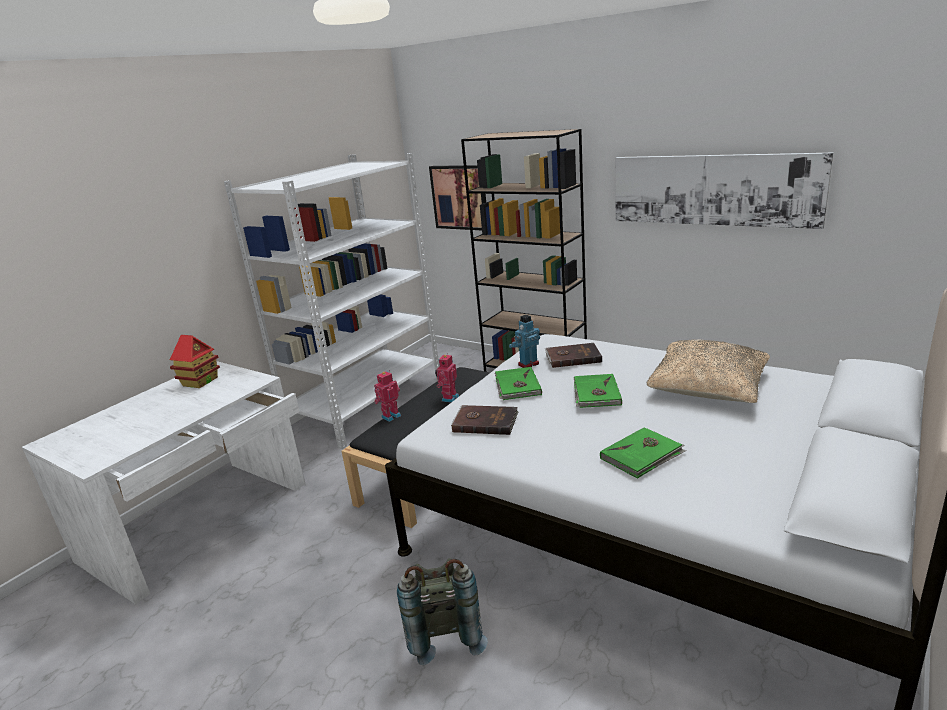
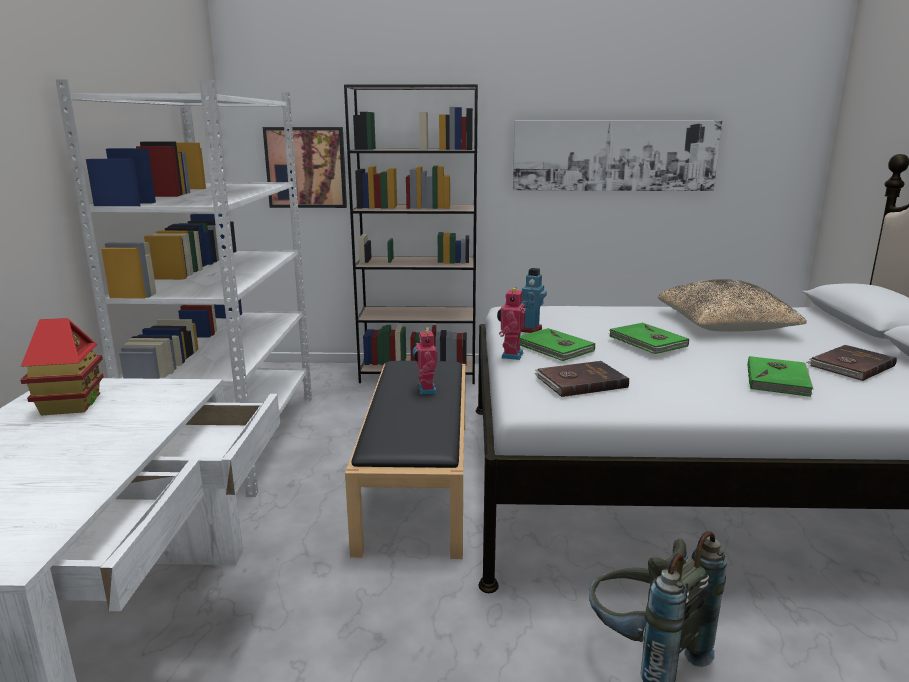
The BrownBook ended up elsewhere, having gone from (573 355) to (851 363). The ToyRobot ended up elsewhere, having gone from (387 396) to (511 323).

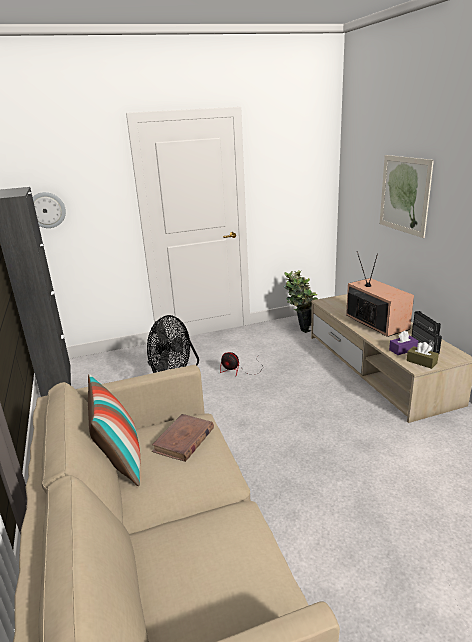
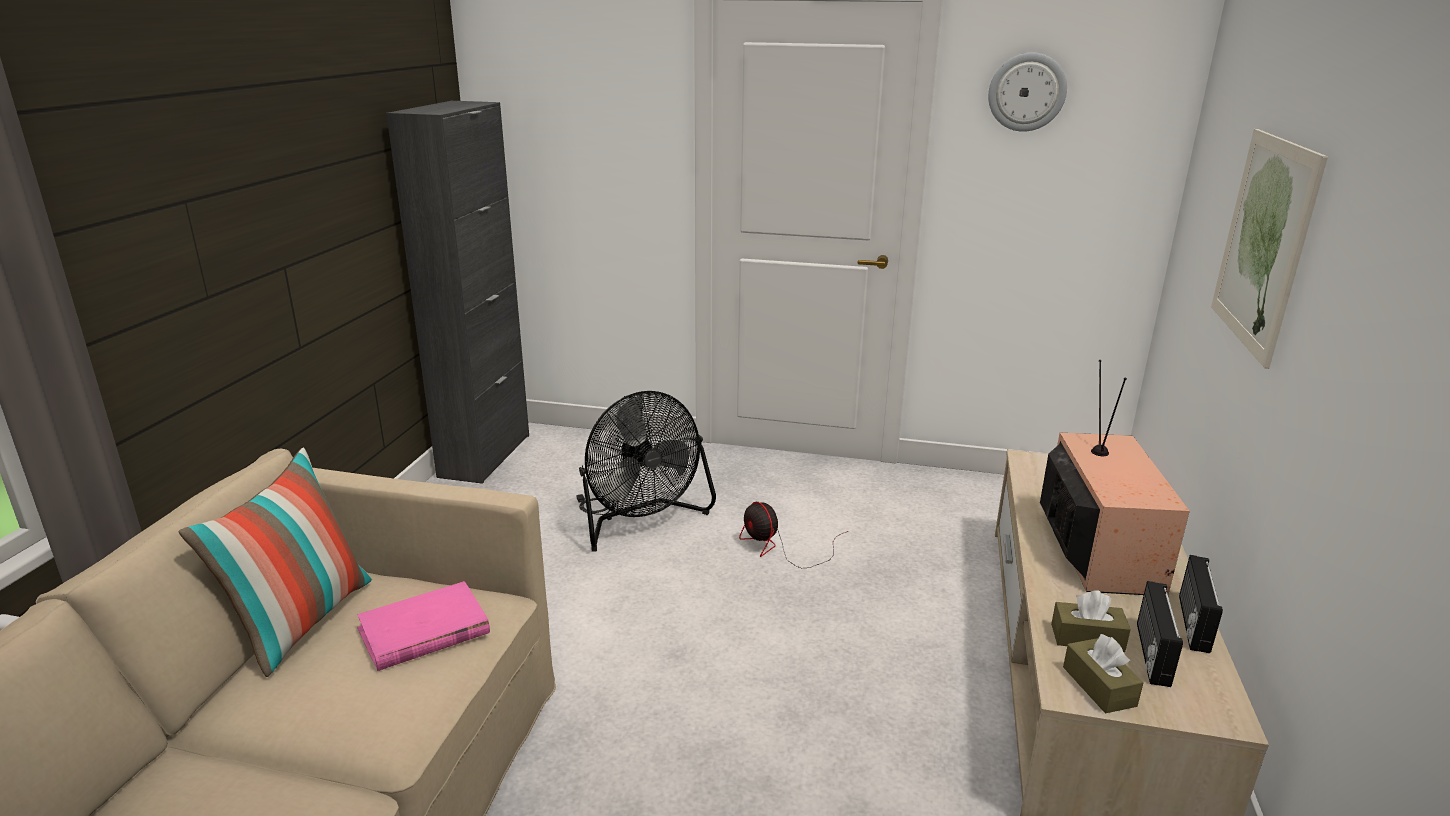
The WallClock ended up elsewhere, having gone from (49 210) to (1027 92). The second view lost the PottedPlant at (300 301). What was the PurpleTissueBox at (403 343) turned into the BrownTissueBox at (1091 621). What was the BrownBook at (183 438) turned into the PinkBook at (423 626).

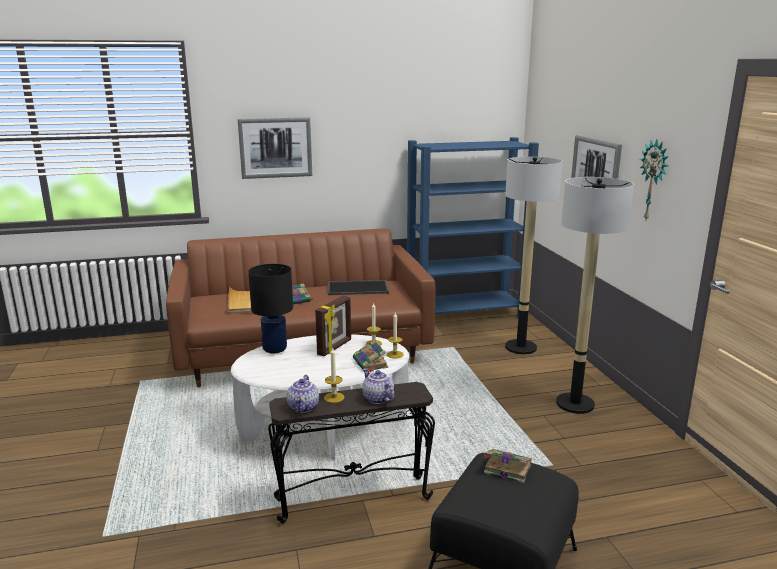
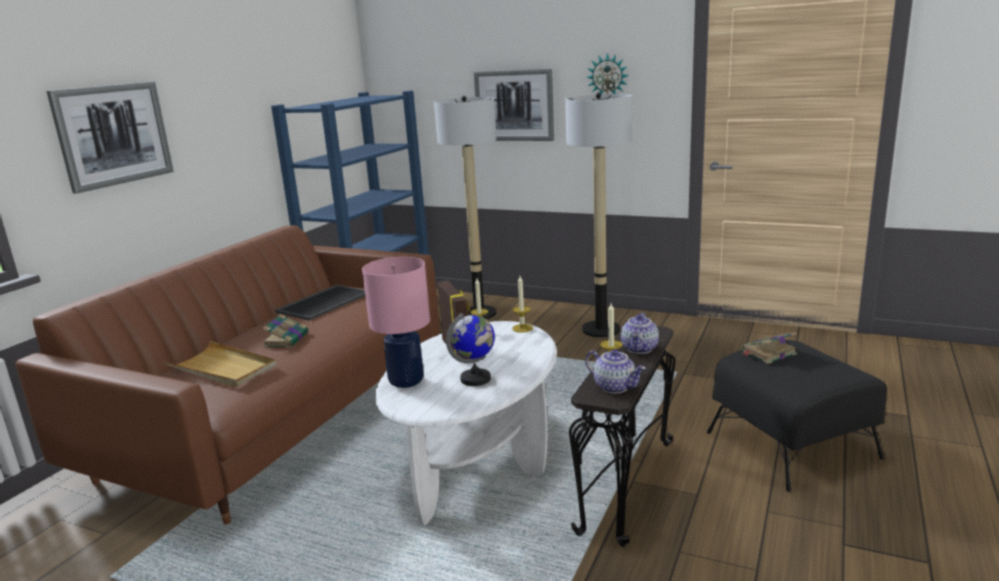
What was the BlackTableLamp at (270 309) turned into the PinkTableLamp at (396 322). The second view lost the Book at (370 356). The Teapot at (378 386) ended up facing another way, 75 degrees counterclockwise from before. The second view gained the Globe at (470 349).

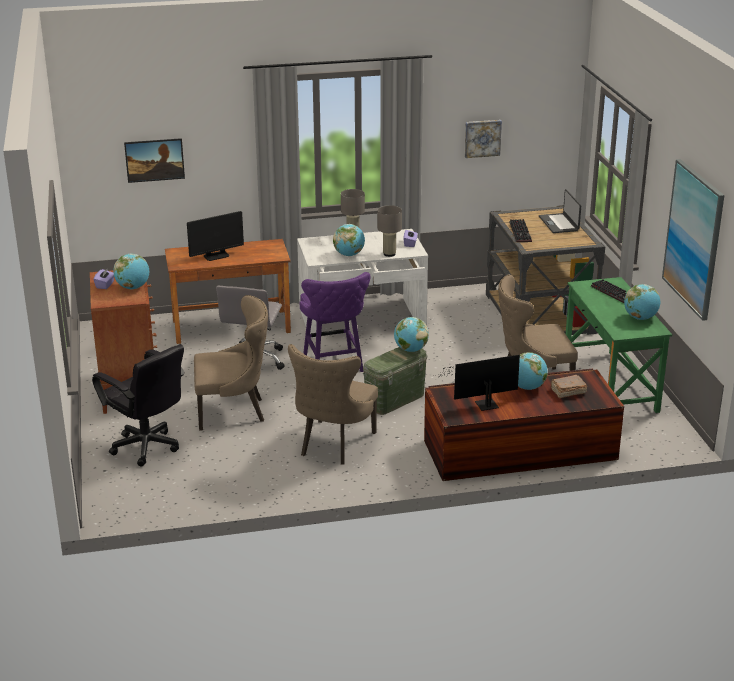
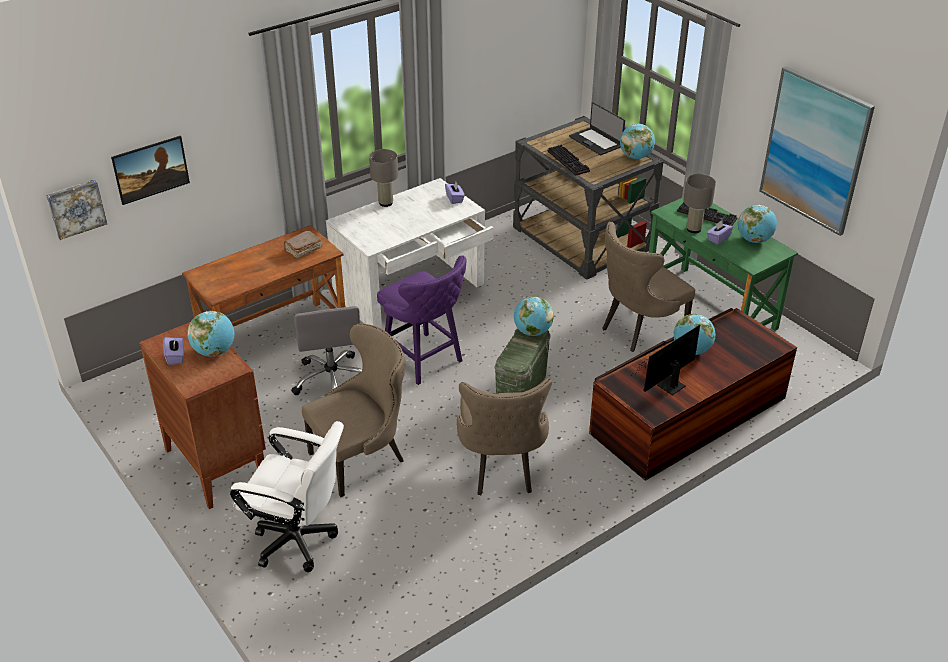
The Picture ended up elsewhere, having gone from (483 139) to (76 209). The GreyTableLamp ended up elsewhere, having gone from (389 231) to (699 203). The second view lost the Monitor at (215 236). The Globe ended up elsewhere, having gone from (349 240) to (637 141). What was the BlackOfficeChair at (138 405) turned into the WhiteOfficeChair at (287 496). The BrownBook ended up elsewhere, having gone from (568 386) to (303 245). The second view gained the PurpleTissueBox at (720 233).

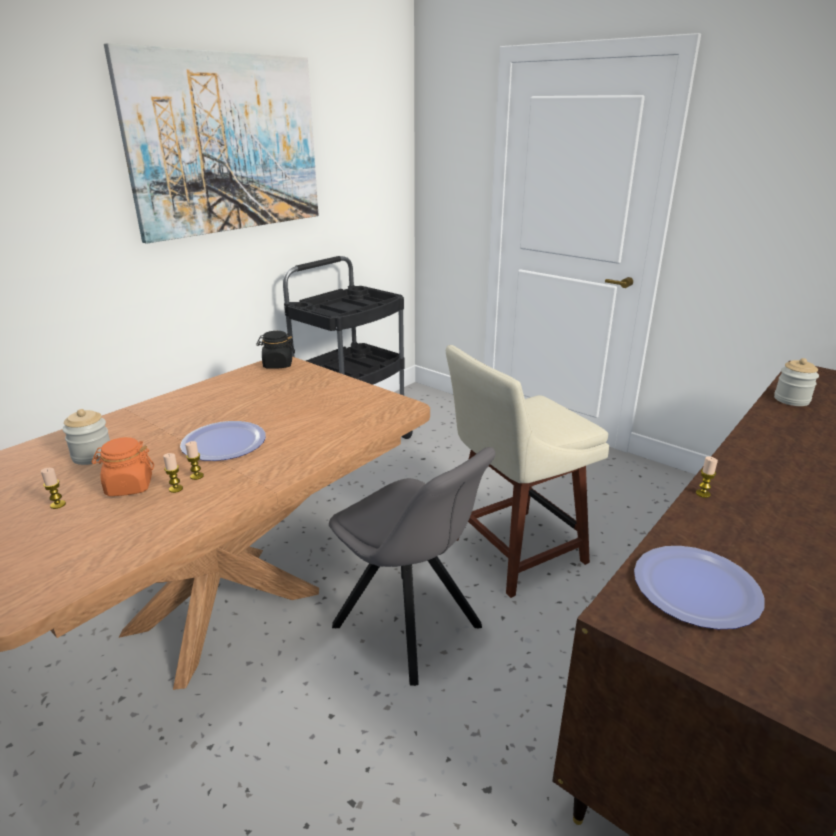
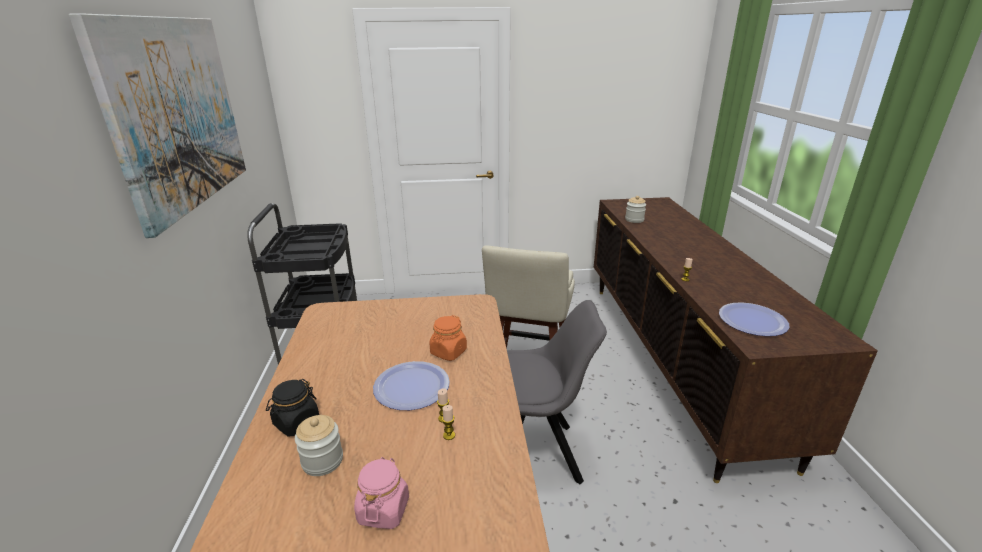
The BlackJar ended up elsewhere, having gone from (275 350) to (292 408). The OrangeJar ended up elsewhere, having gone from (123 466) to (448 338). Where the Candle stood at (53 488), the PinkJar came to stand at (381 493).

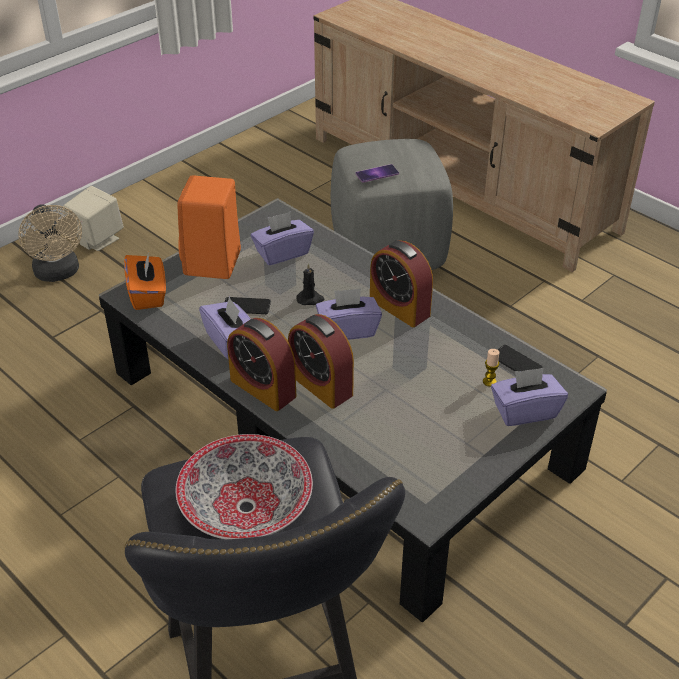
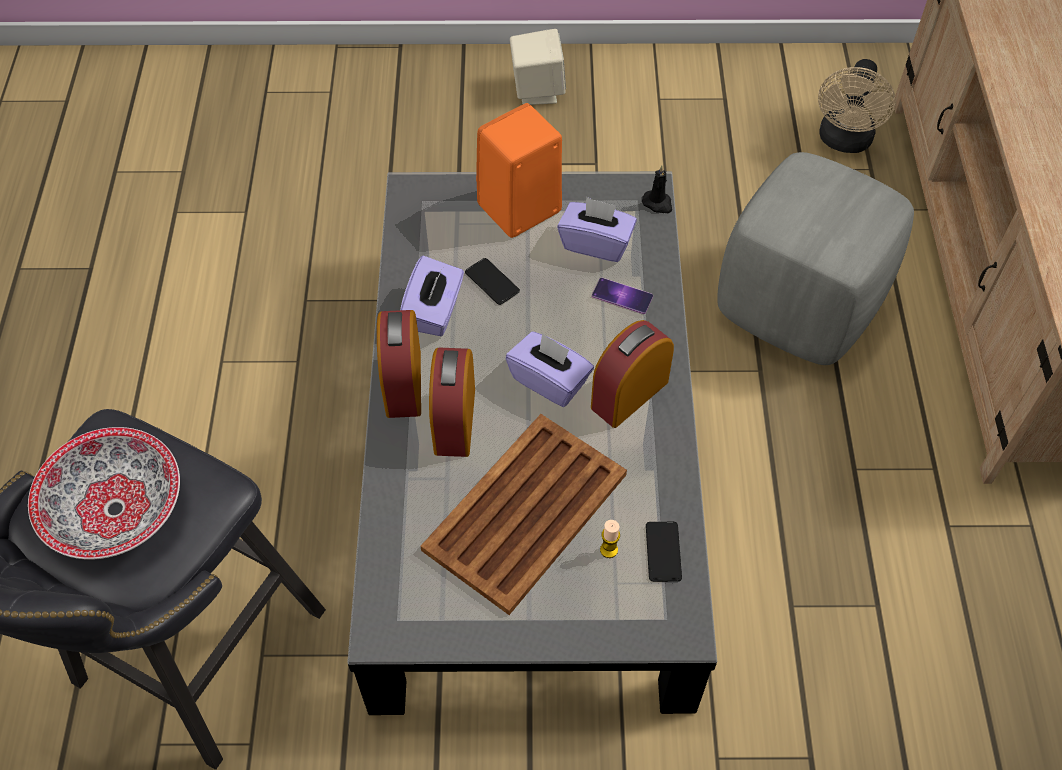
The Phone ended up elsewhere, having gone from (377 173) to (622 296). The BeigeFan ended up elsewhere, having gone from (50 243) to (857 106). The AlarmClock at (401 283) ended up facing another way, 45 degrees clockwise from before. The second view lost the OrangeTissueBox at (145 281). The BlackCandle ended up elsewhere, having gone from (310 284) to (657 189). The second view lost the PurpleTissueBox at (529 397). The second view gained the BrownTray at (523 514).

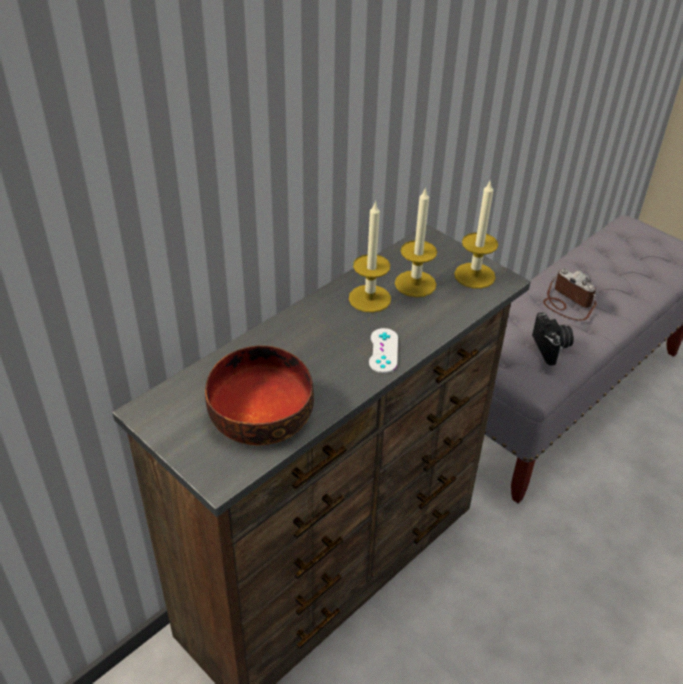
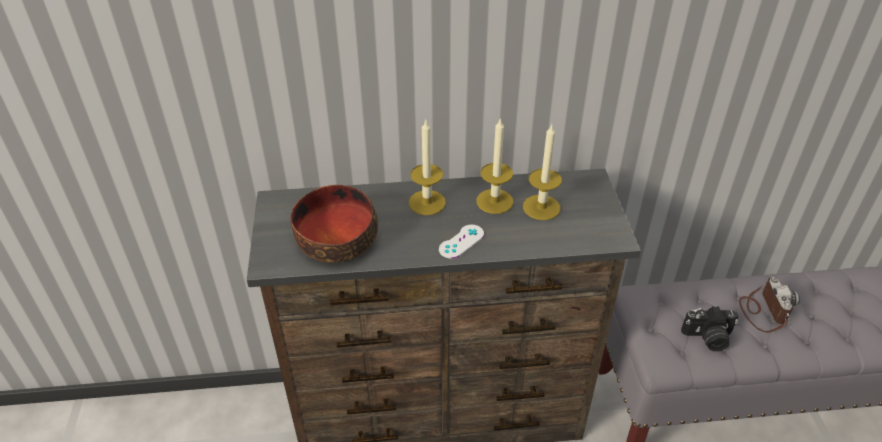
The Candle ended up elsewhere, having gone from (476 235) to (427 167). The PhotoCamera at (553 339) ended up facing another way, 60 degrees clockwise from before.

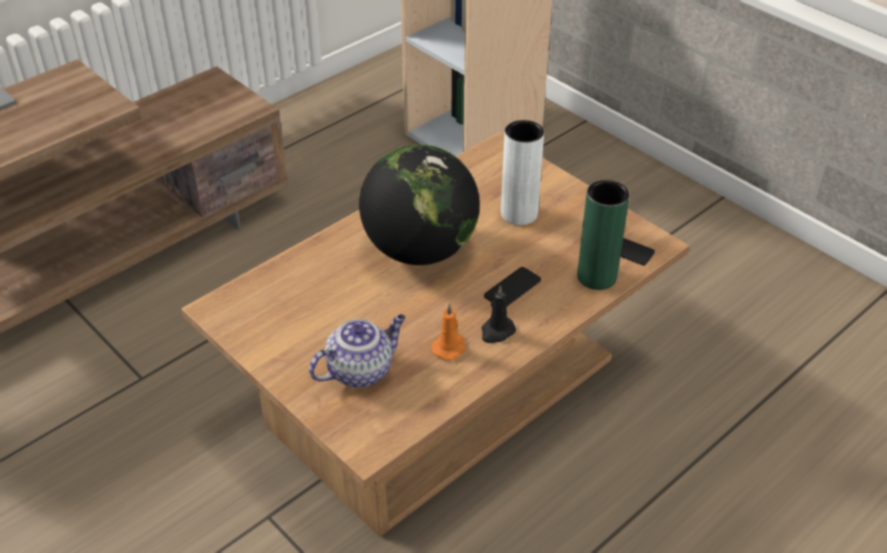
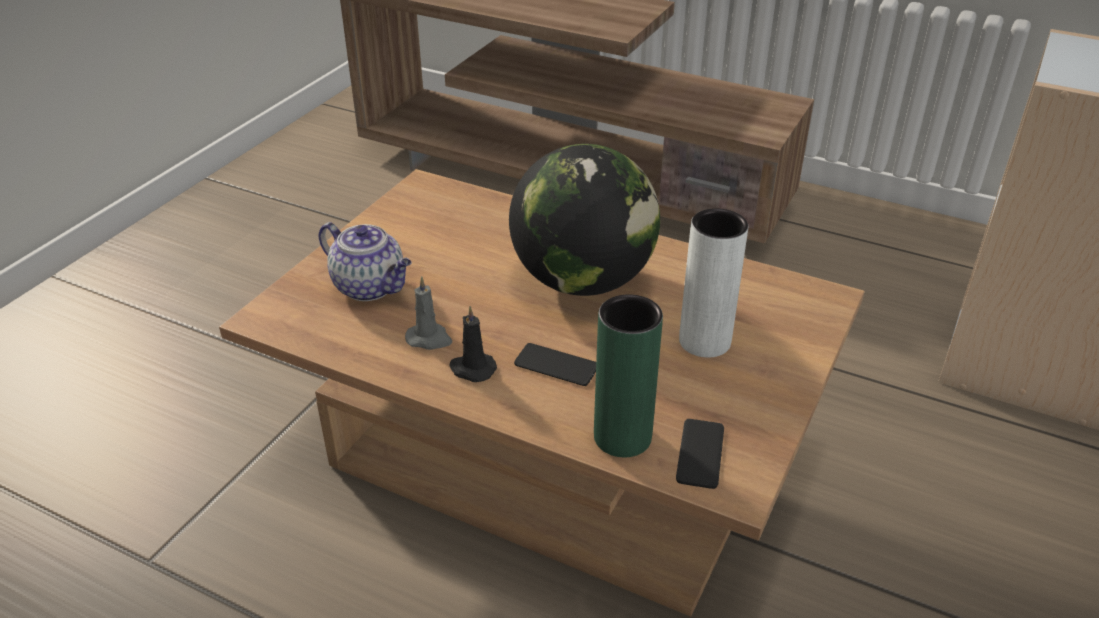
What was the OrangeCandle at (448 332) turned into the GreyCandle at (428 313).

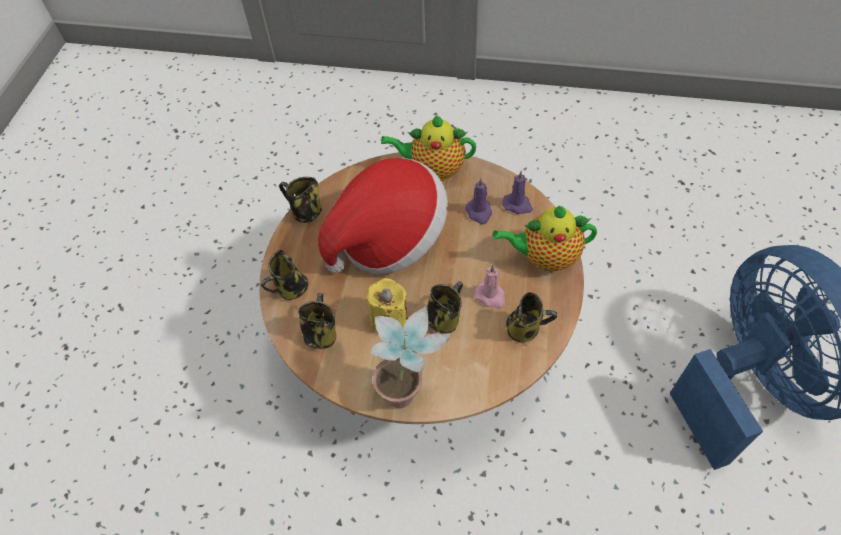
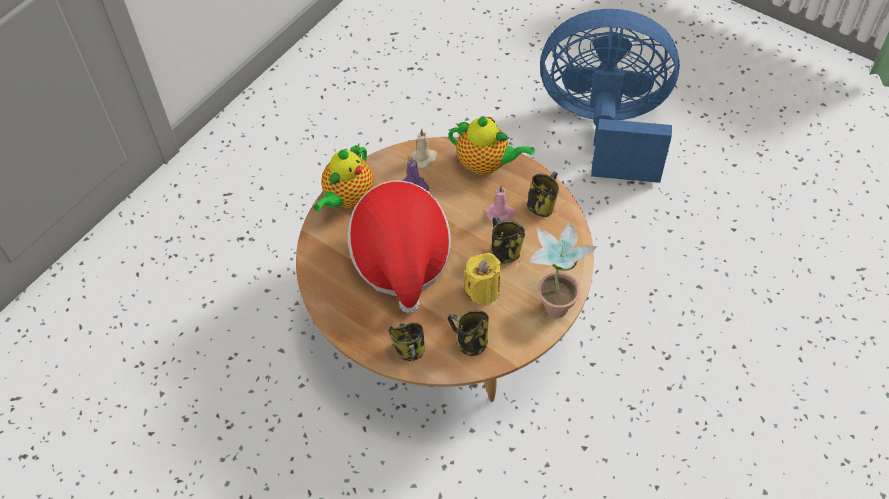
What was the PurpleCandle at (517 192) turned into the BeigeCandle at (423 148). The second view lost the Mug at (300 200). The Teapot at (545 238) ended up facing another way, 90 degrees counterclockwise from before.

